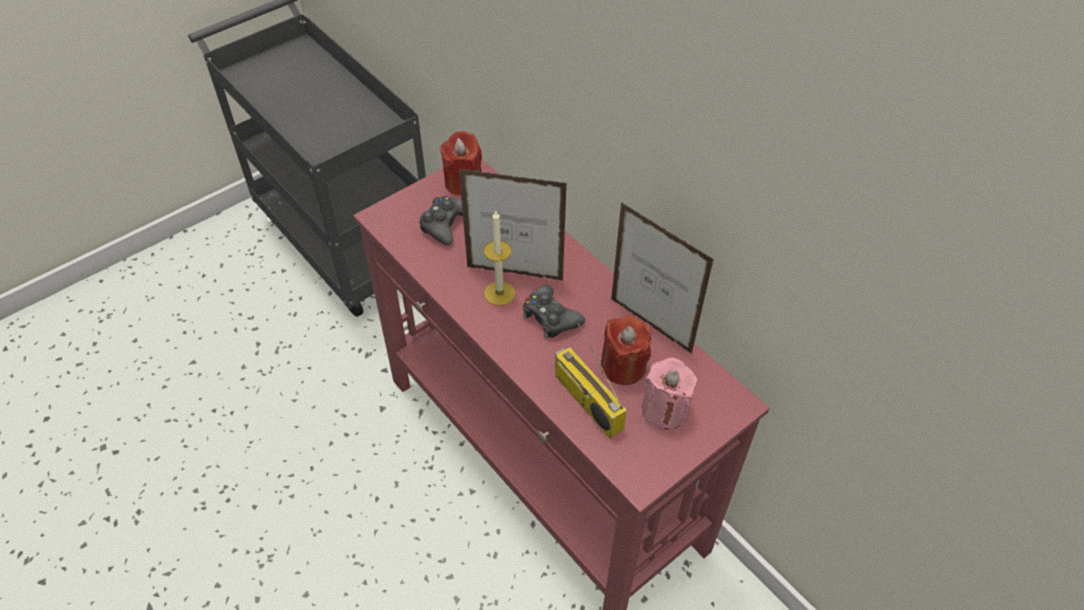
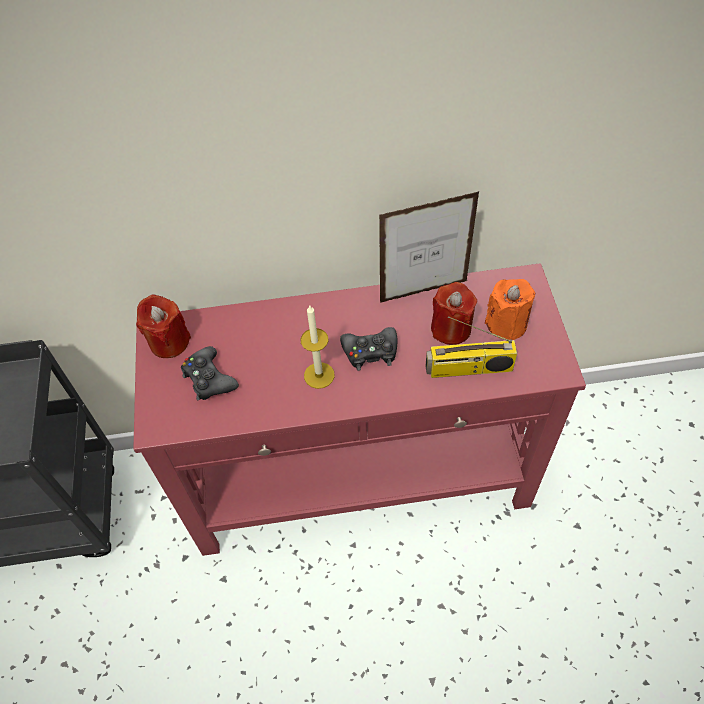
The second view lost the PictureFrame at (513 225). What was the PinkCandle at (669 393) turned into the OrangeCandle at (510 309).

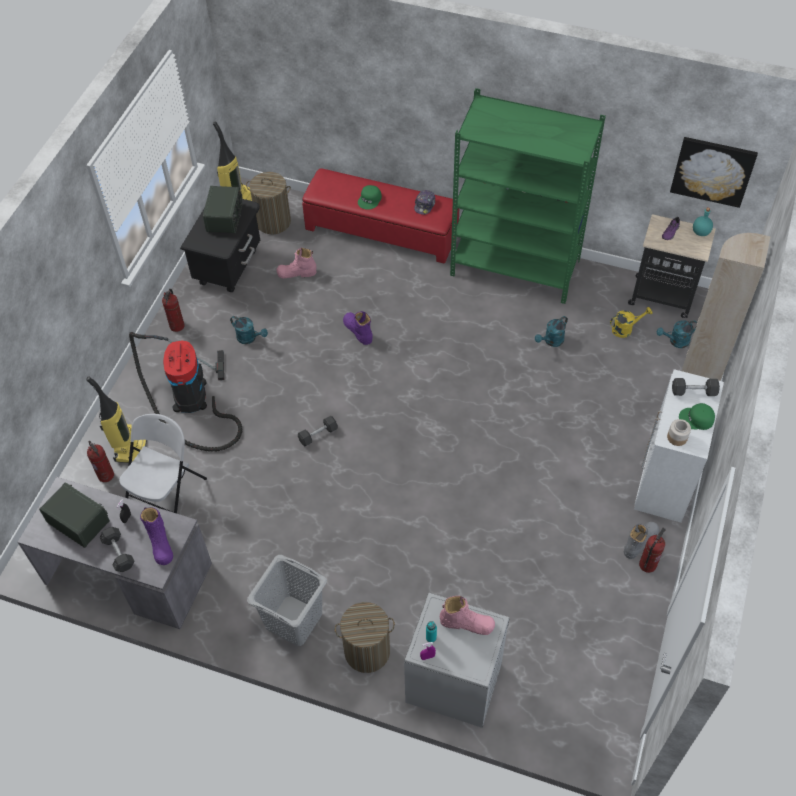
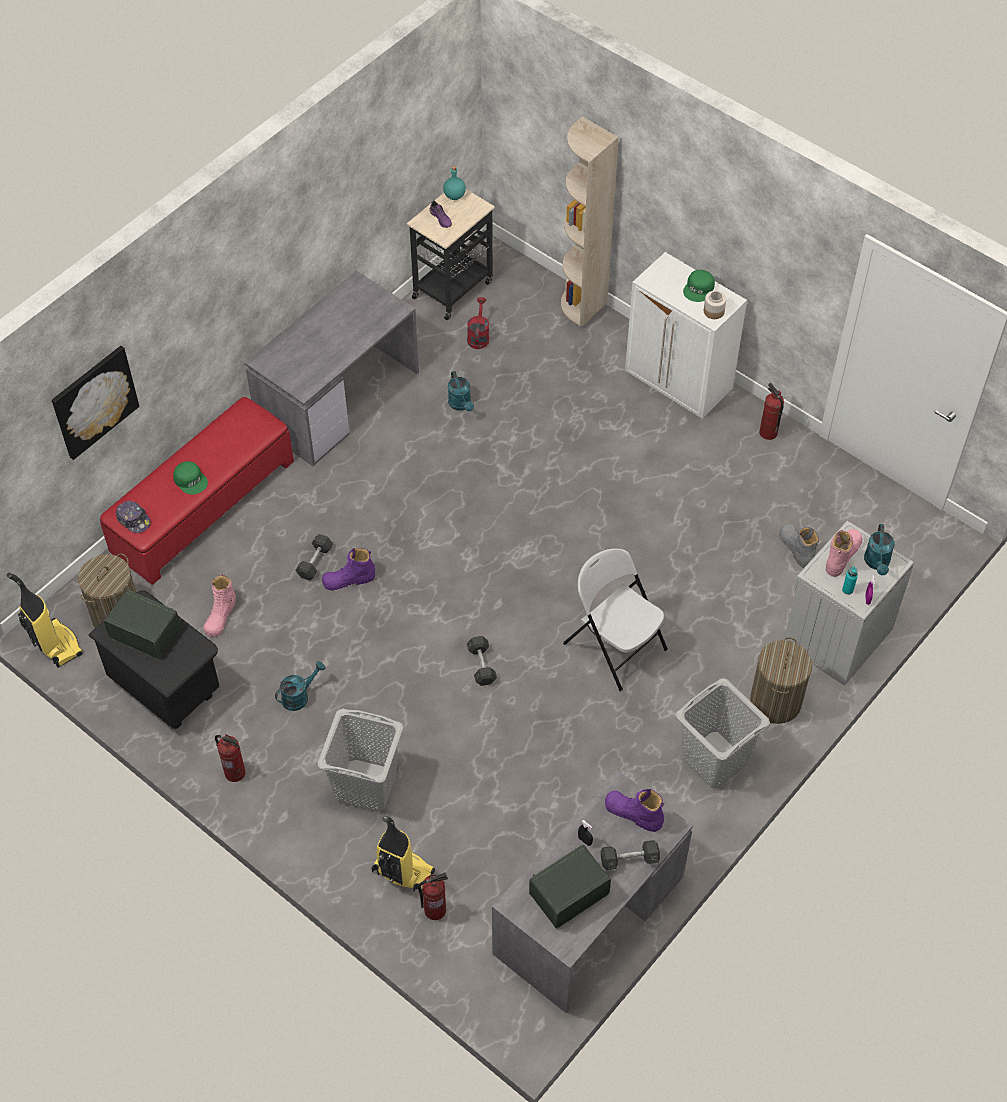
Where the GreenBookcase stood at (528 196), the GreyDesk came to stand at (332 368). The Picture ended up elsewhere, having gone from (714 172) to (95 403). The Cap ended up elsewhere, having gone from (425 202) to (133 517). What was the YellowWateringCan at (631 322) turned into the RedWateringCan at (478 323). The TurquoiseWateringCan ended up elsewhere, having gone from (677 334) to (879 549). Where the VacuumCleaner stood at (185 392), the GreyLaundryBasket came to stand at (360 760). The GreyDumbbell ended up elsewhere, having gone from (696 387) to (314 557). The WhiteChair ended up elsewhere, having gone from (163 463) to (615 620). The PurpleBoot at (156 536) ended up facing another way, 150 degrees counterclockwise from before. The GreyBoot ended up elsewhere, having gone from (641 540) to (799 546).

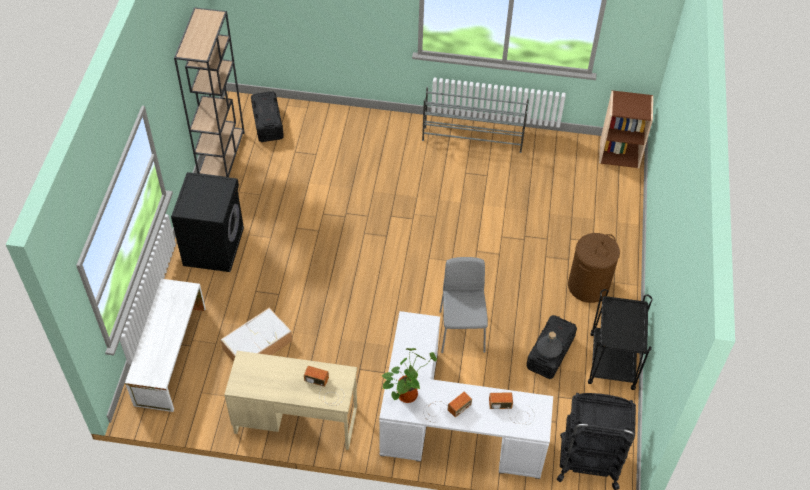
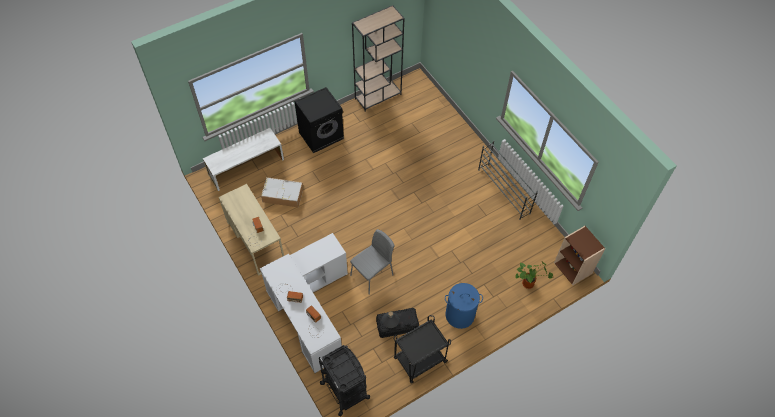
The second view lost the BlackStorageBox at (267 116). What was the BrownLaundryBasket at (594 268) turned into the BlueLaundryBasket at (464 306). The PottedPlant ended up elsewhere, having gone from (409 375) to (534 275).

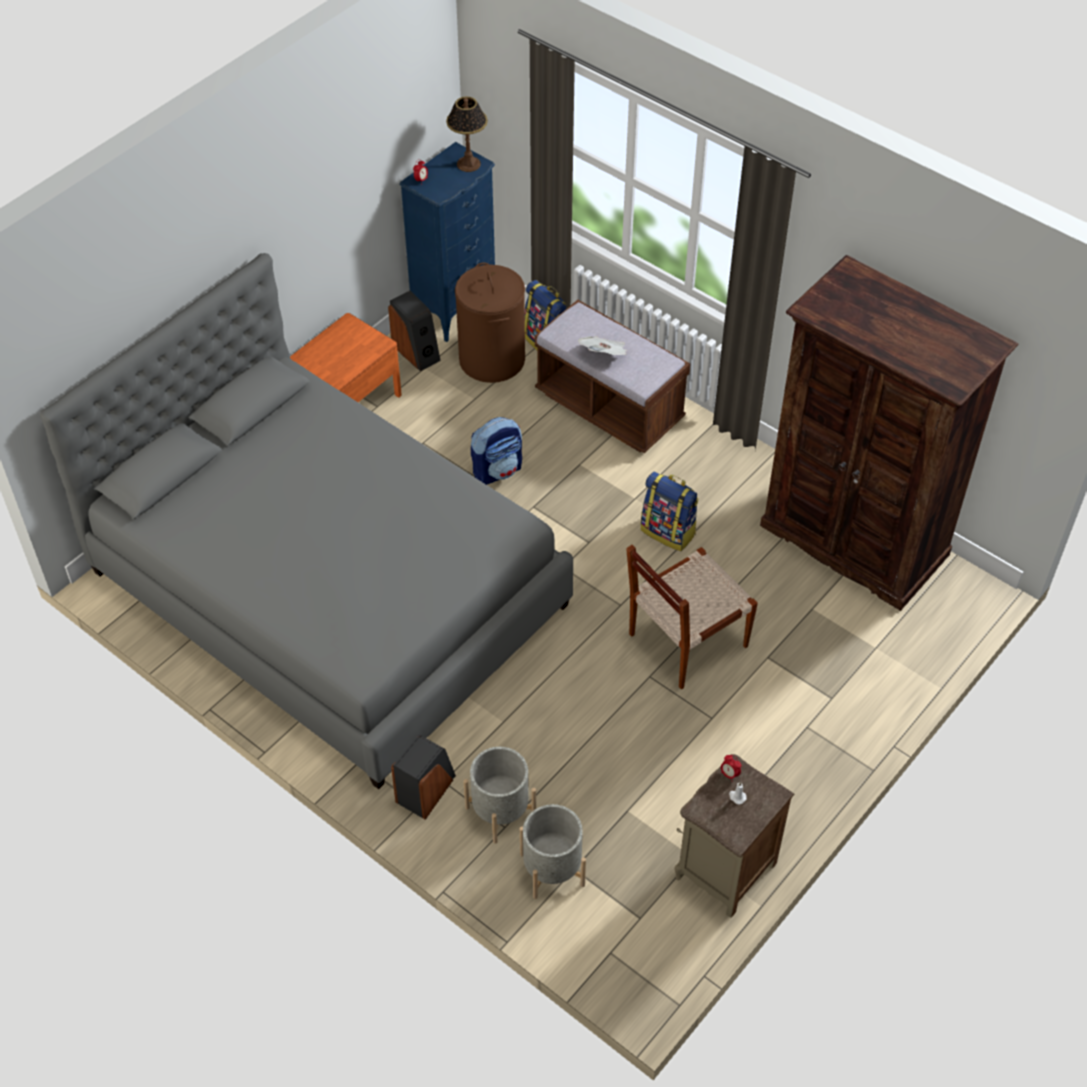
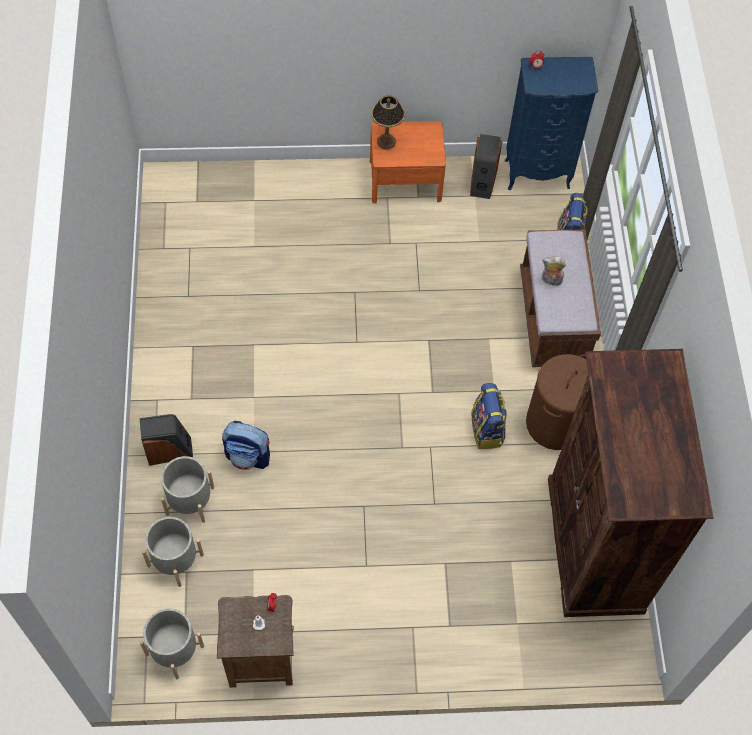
The TableLamp ended up elsewhere, having gone from (467 134) to (388 122). The second view lost the GreyBed at (306 521). The BrownLaundryBasket ended up elsewhere, having gone from (490 322) to (557 402). Where the Newspaper stood at (602 345), the PlushToy came to stand at (554 271). The Backpack ended up elsewhere, having gone from (496 451) to (246 445). The second view lost the Chair at (692 617). The second view gained the GreyPlanter at (172 643).

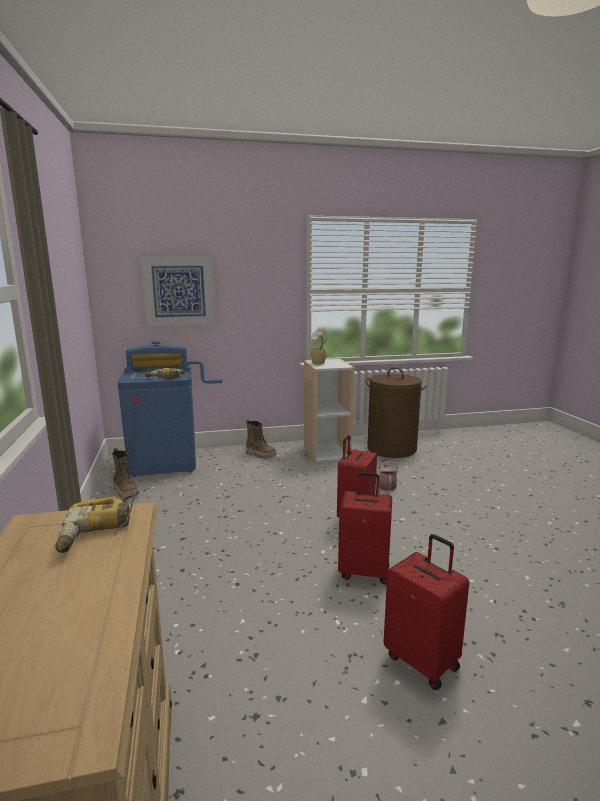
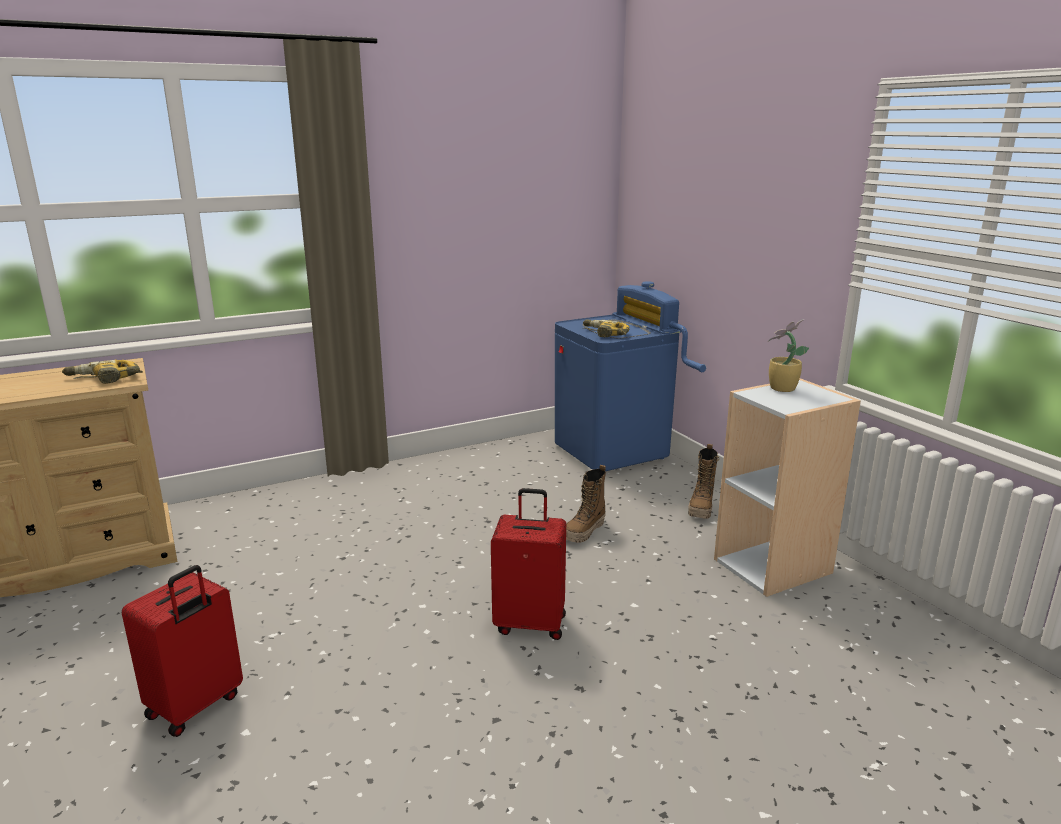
The second view lost the Picture at (177 291). The second view lost the BrownLaundryBasket at (396 412). The Boot ended up elsewhere, having gone from (125 472) to (586 504). The second view lost the WateringCan at (388 474). The second view lost the RedSuitcase at (365 528).

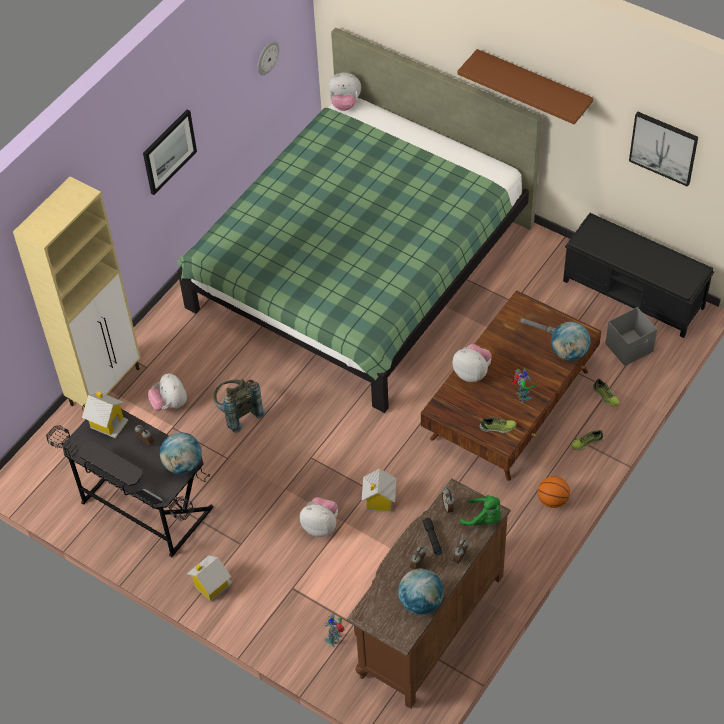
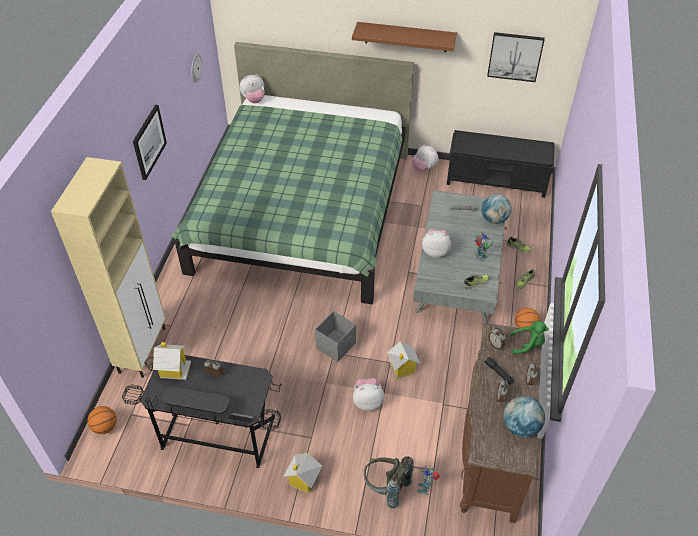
What was the BrownCoffeeTable at (511 385) turned into the GreyCoffeeTable at (460 256). The GreyStorageBox ended up elsewhere, having gone from (631 336) to (335 336). The PlushToy ended up elsewhere, having gone from (167 392) to (425 158). The GreyBackpack ended up elsewhere, having gone from (239 406) to (389 482). The second view lost the Globe at (181 453). The second view gained the Basketball at (102 420).

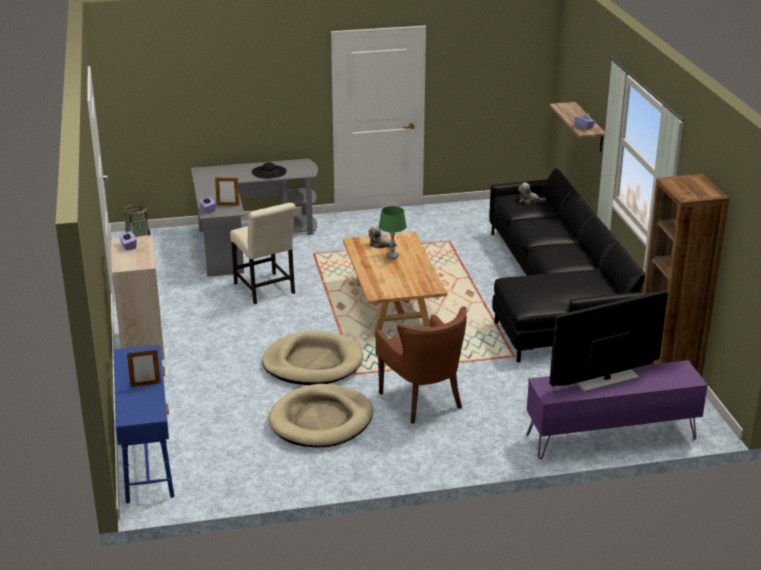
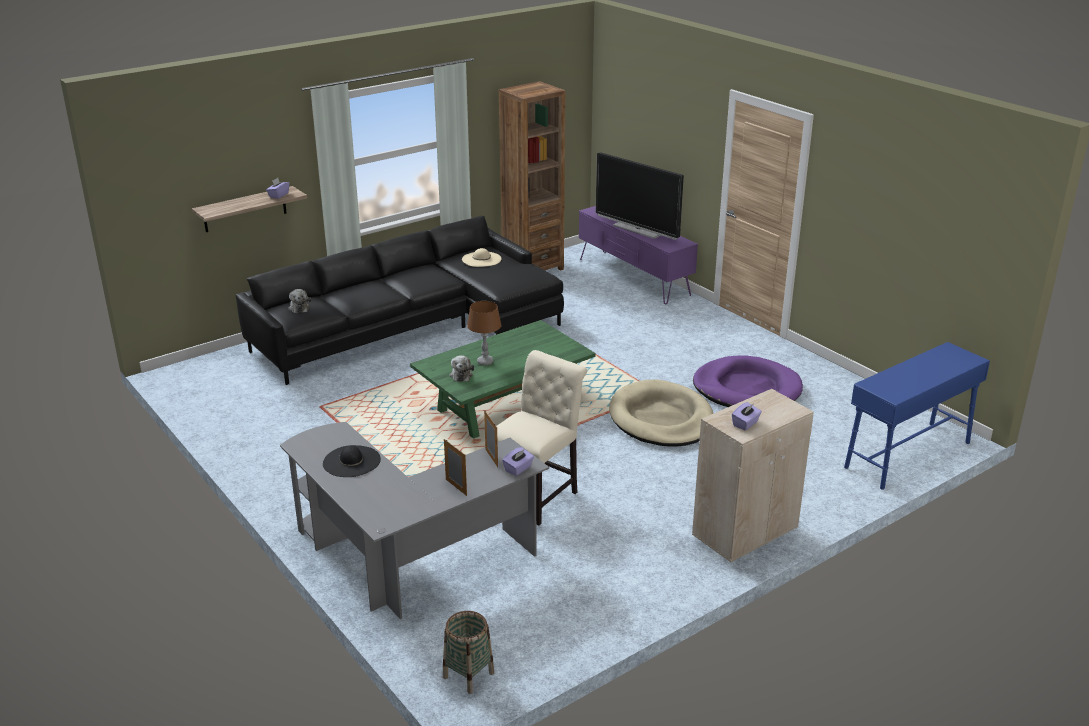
What was the GreenTableLamp at (393 232) turned into the BrownTableLamp at (484 333). What was the BeigeCoffeeTable at (395 281) turned into the GreenCoffeeTable at (503 379). The second view lost the BrownArmchair at (421 365). The PictureFrame ended up elsewhere, having gone from (144 368) to (455 467). What was the BeigeDogBed at (320 416) turned into the PurpleDogBed at (748 381). The second view gained the BeigeHat at (482 257).

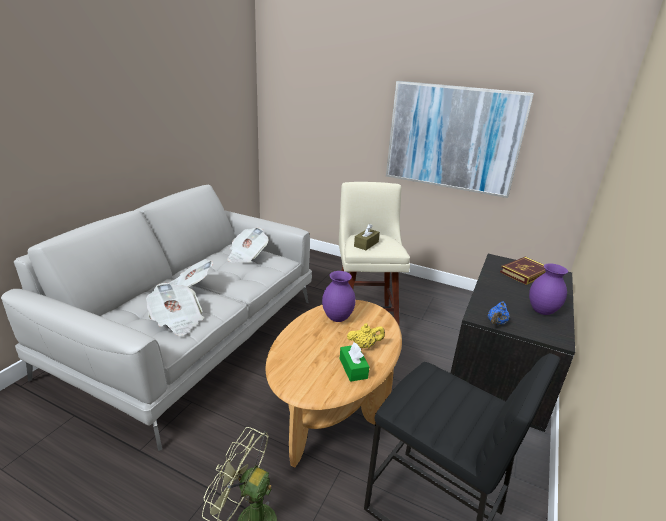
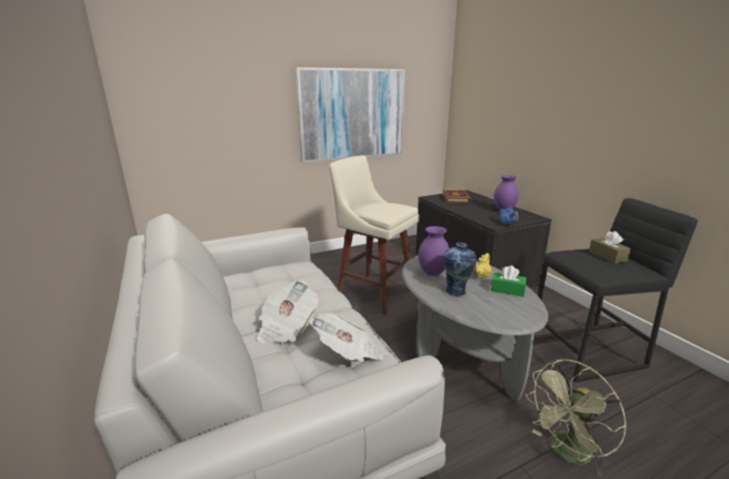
The BrownTissueBox ended up elsewhere, having gone from (367 237) to (610 247). The second view lost the Newspaper at (247 245). What was the BrownCoffeeTable at (334 384) turned into the GreyCoffeeTable at (475 328). The second view gained the Vase at (460 269).

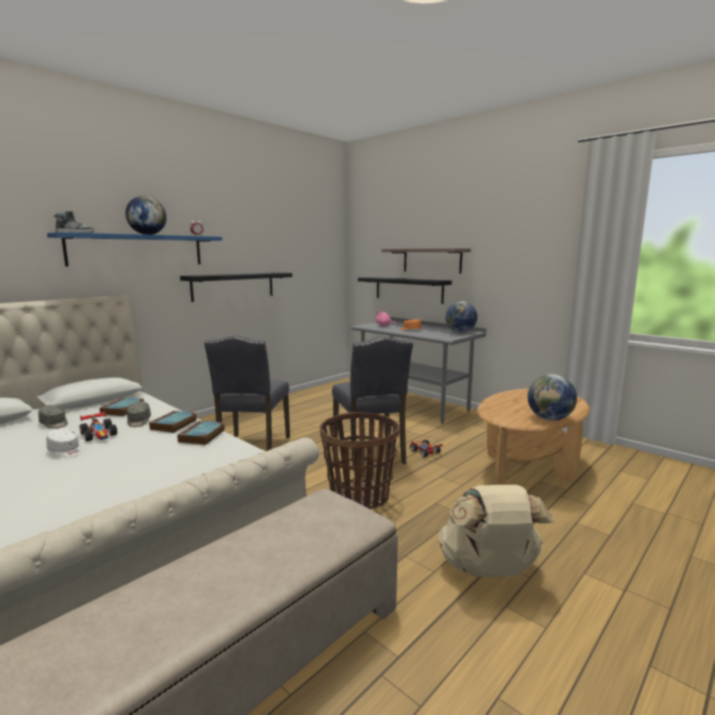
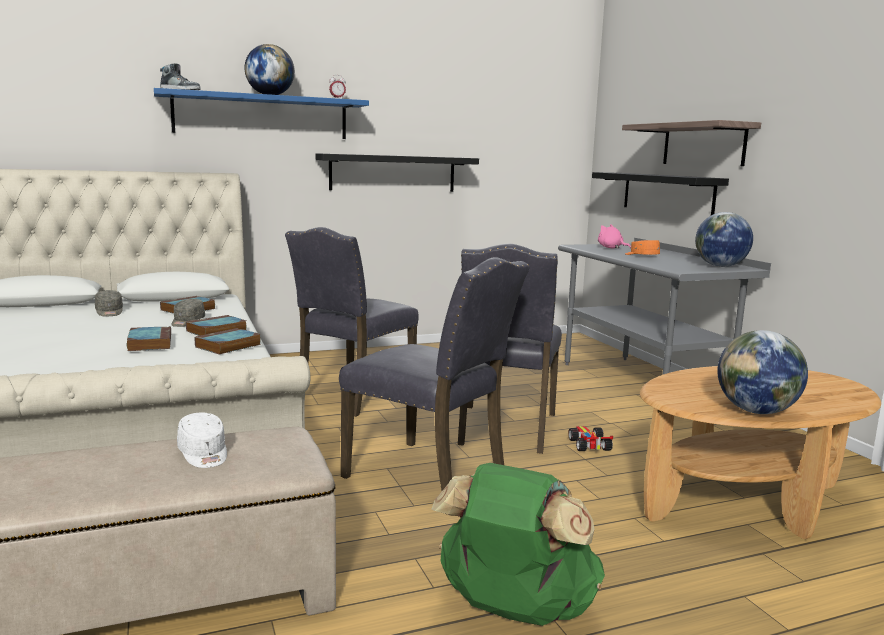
The second view lost the ToyCar at (98 426). Where the Basket stood at (360 461), the GreyChair came to stand at (434 374). The WhiteCap ended up elsewhere, having gone from (64 442) to (202 440). What was the BeigeBackpack at (496 531) turned into the GreenBackpack at (518 544). The second view gained the Book at (149 338).

